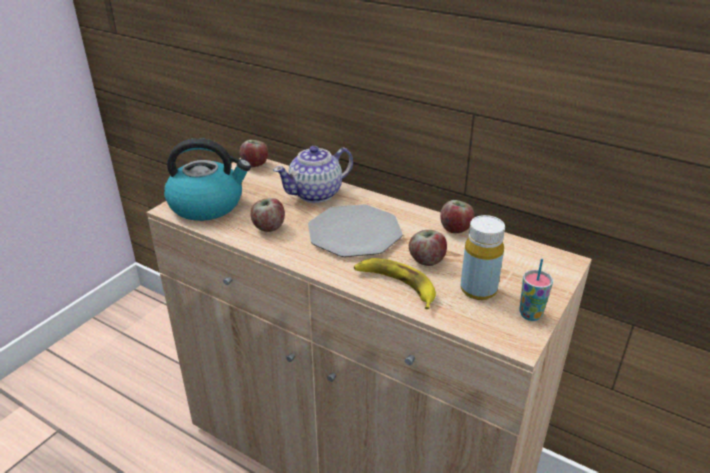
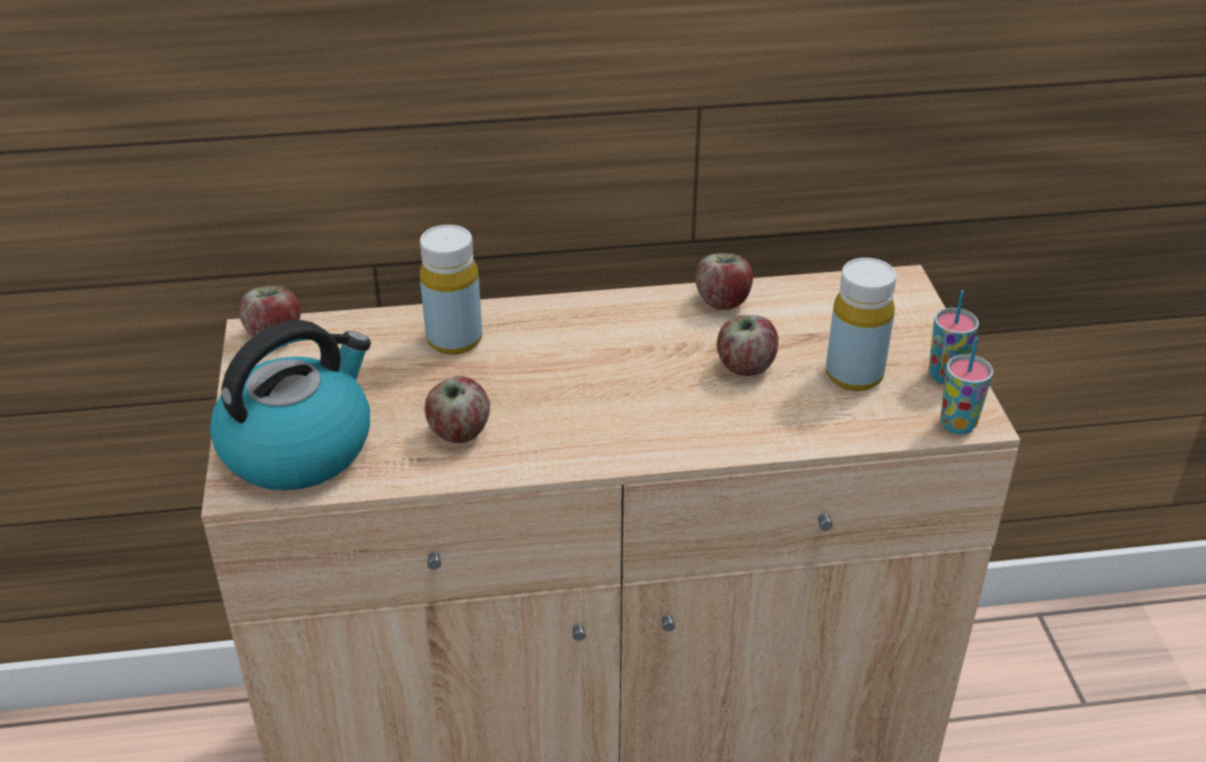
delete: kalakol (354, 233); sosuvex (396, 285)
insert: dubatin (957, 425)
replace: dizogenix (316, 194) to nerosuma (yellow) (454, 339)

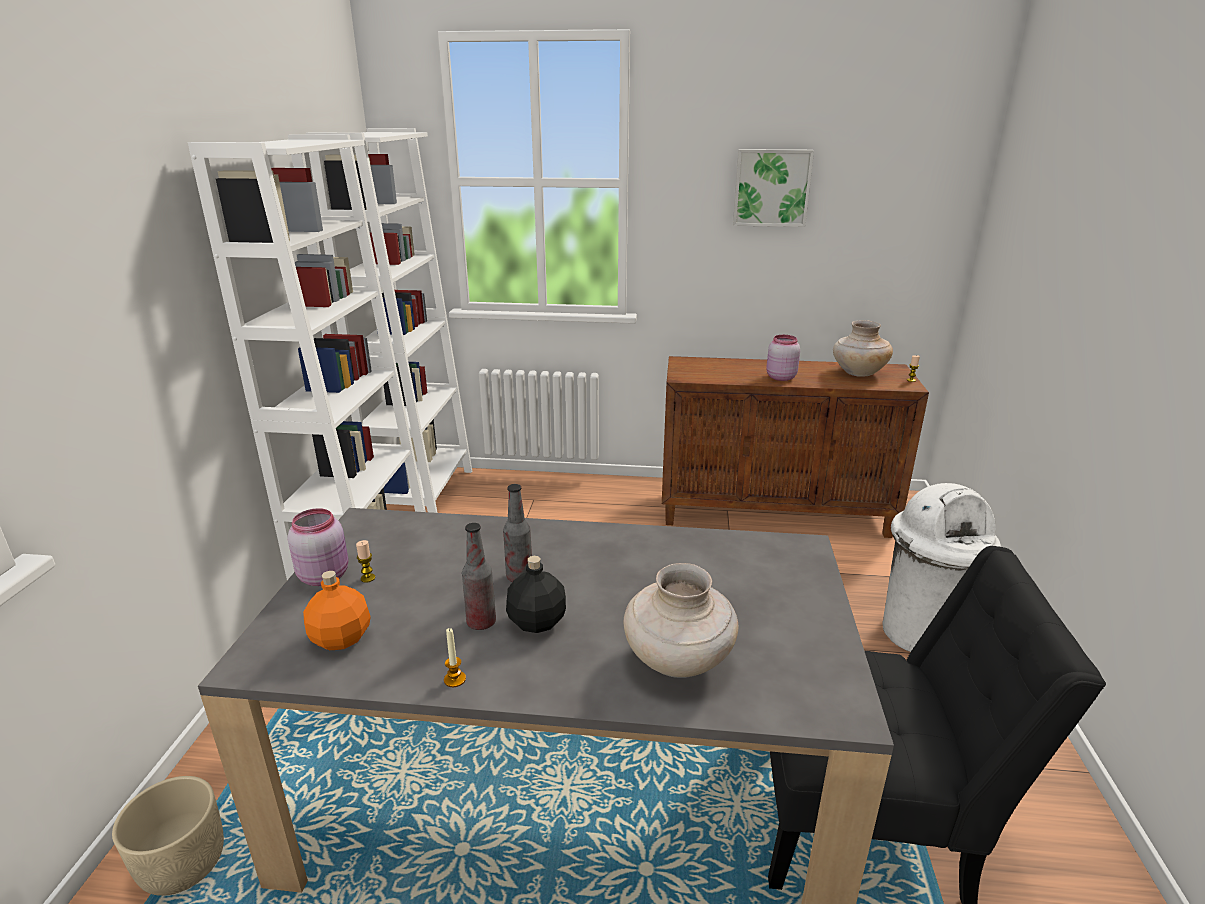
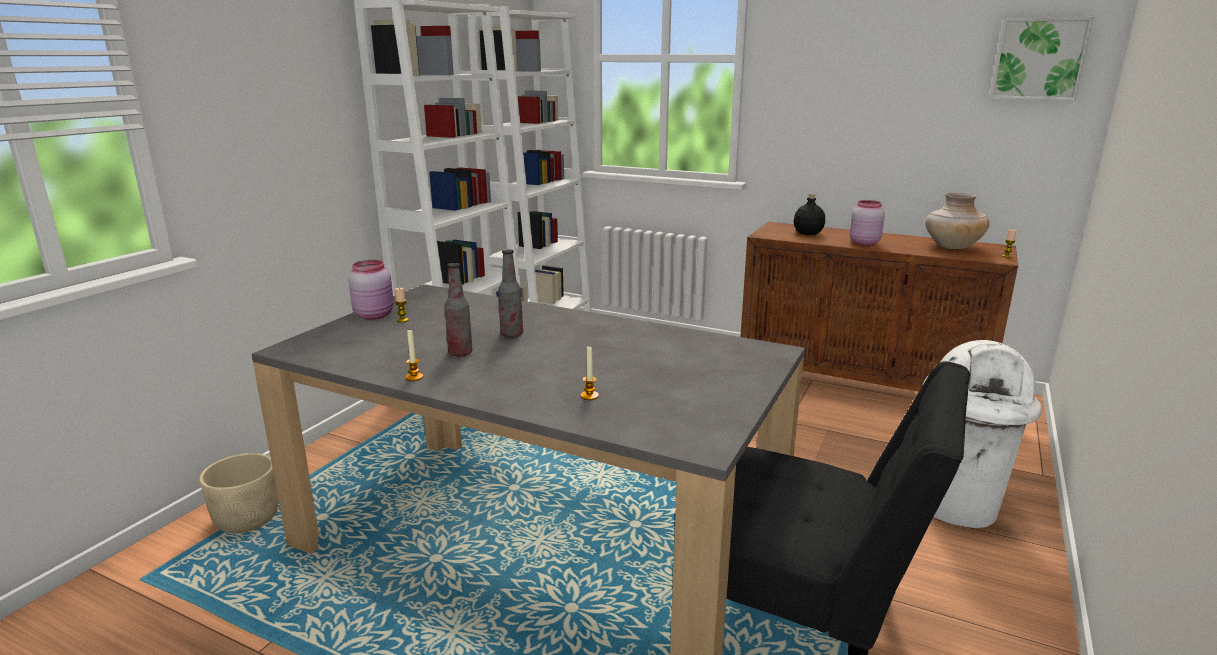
delete: nerosuma (orange) (341, 638)
move: nerosuma (black) (538, 622) to (808, 233); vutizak (771, 188) to (1039, 59)
replace: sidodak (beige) (678, 662) to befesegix (589, 396)

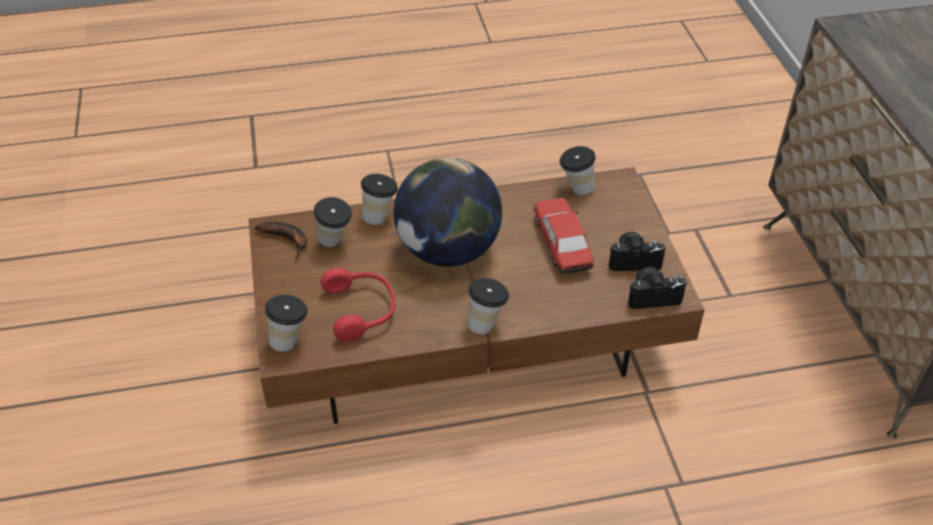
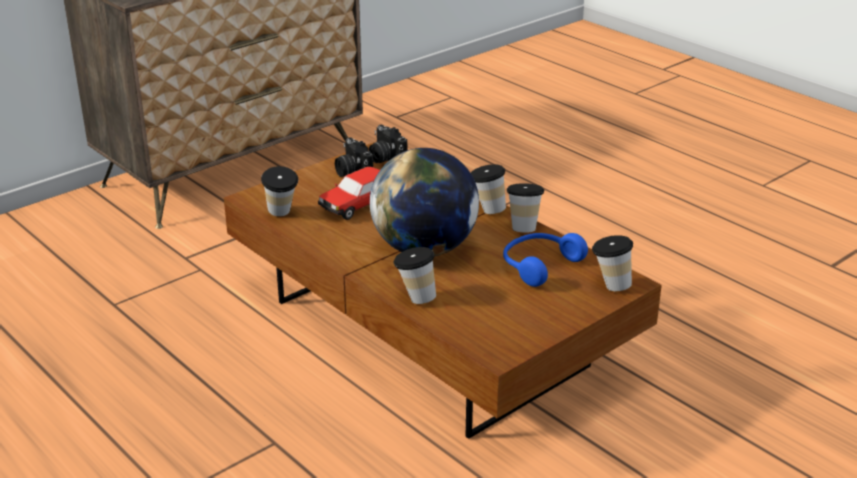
delete: sosuvex (288, 240)
move: dubatin (335, 242) to (523, 227)
recolor: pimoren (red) (362, 310) to pimoren (blue) (538, 265)

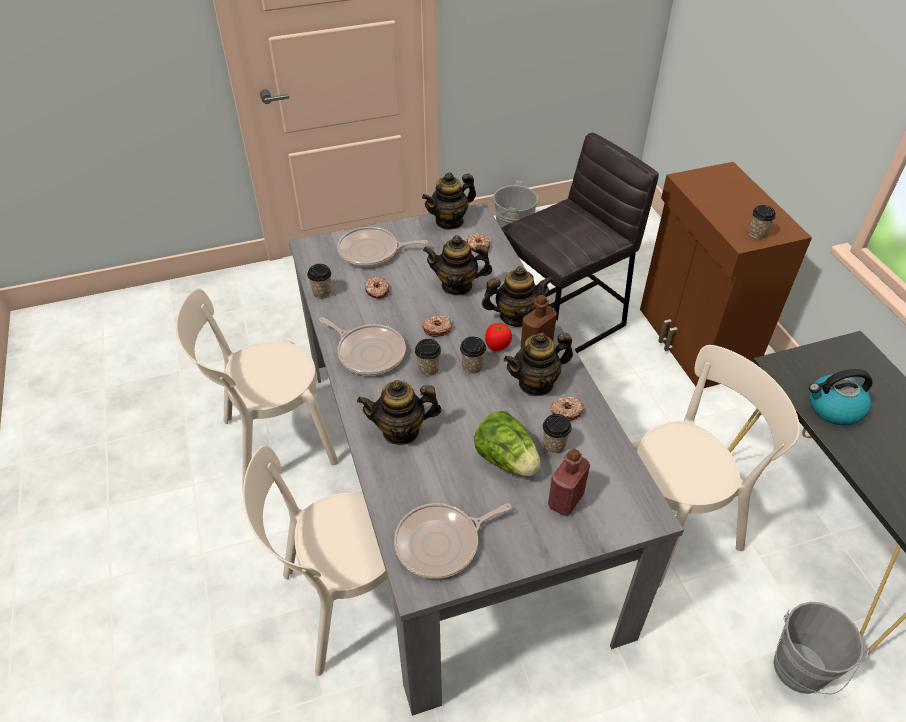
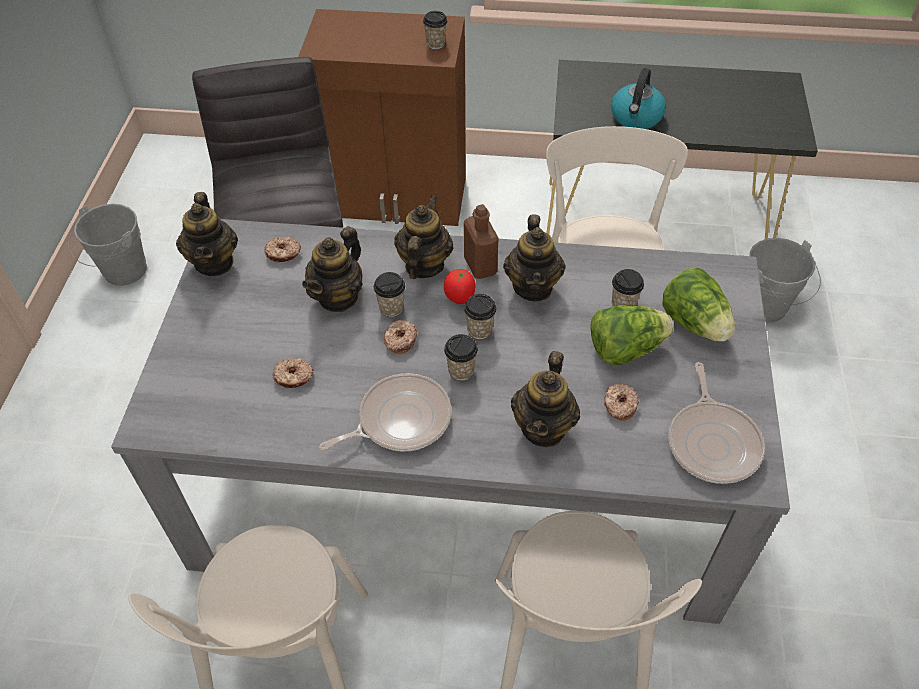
delete: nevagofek (372, 252)
move: dubatin (322, 293) to (391, 308); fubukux (566, 411) to (619, 405)
replace: nerosuma (red) (565, 500) to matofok (694, 323)

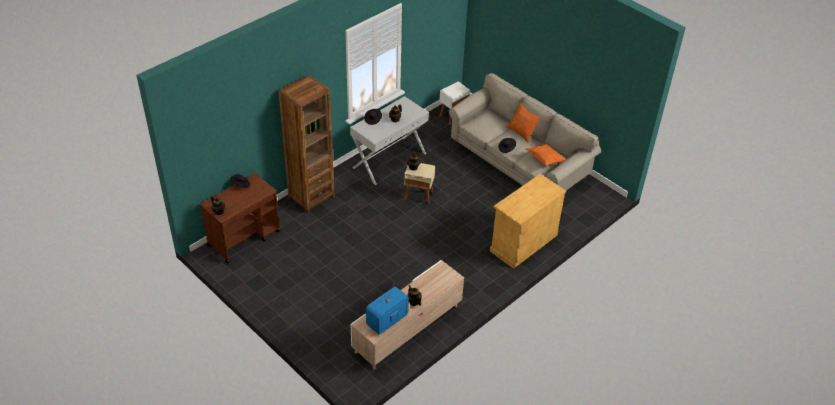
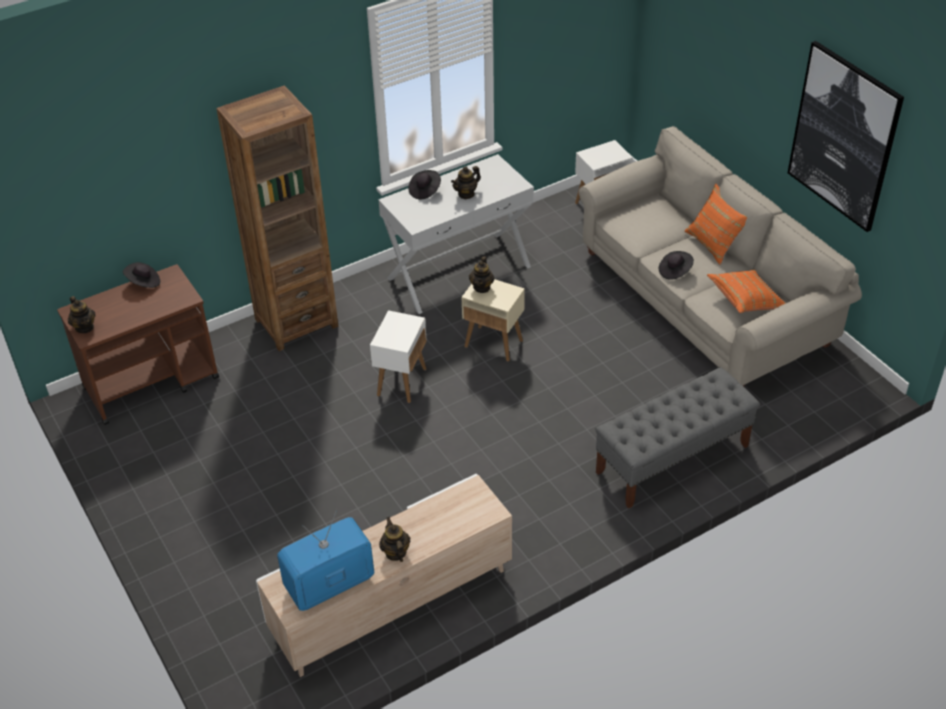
insert: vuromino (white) (402, 381); vutizak (843, 136)
replace: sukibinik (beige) (523, 243) to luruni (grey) (672, 459)

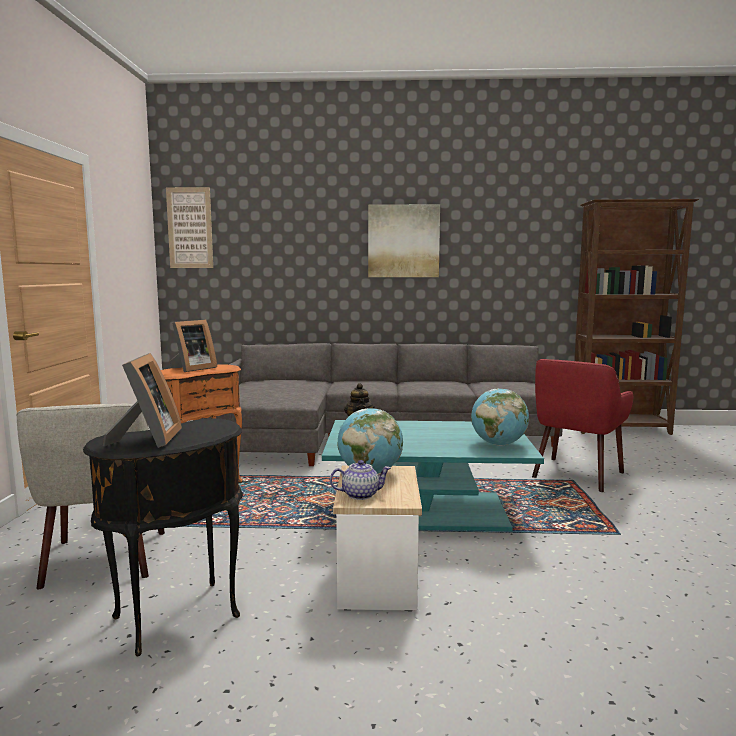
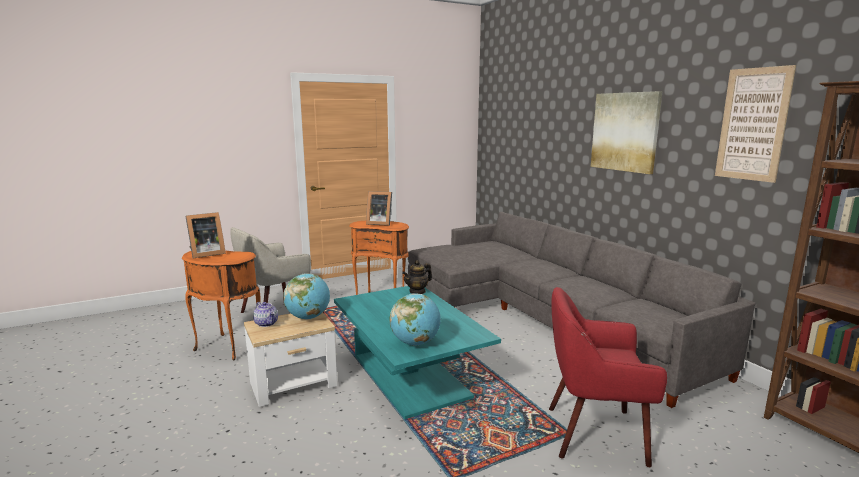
move: vutizak (190, 228) to (752, 124)
recolor: vuromino (black) (179, 619) to vuromino (orange) (227, 348)

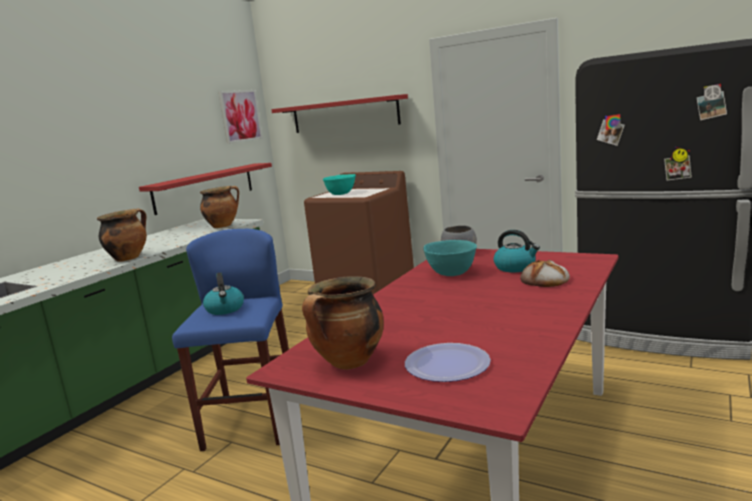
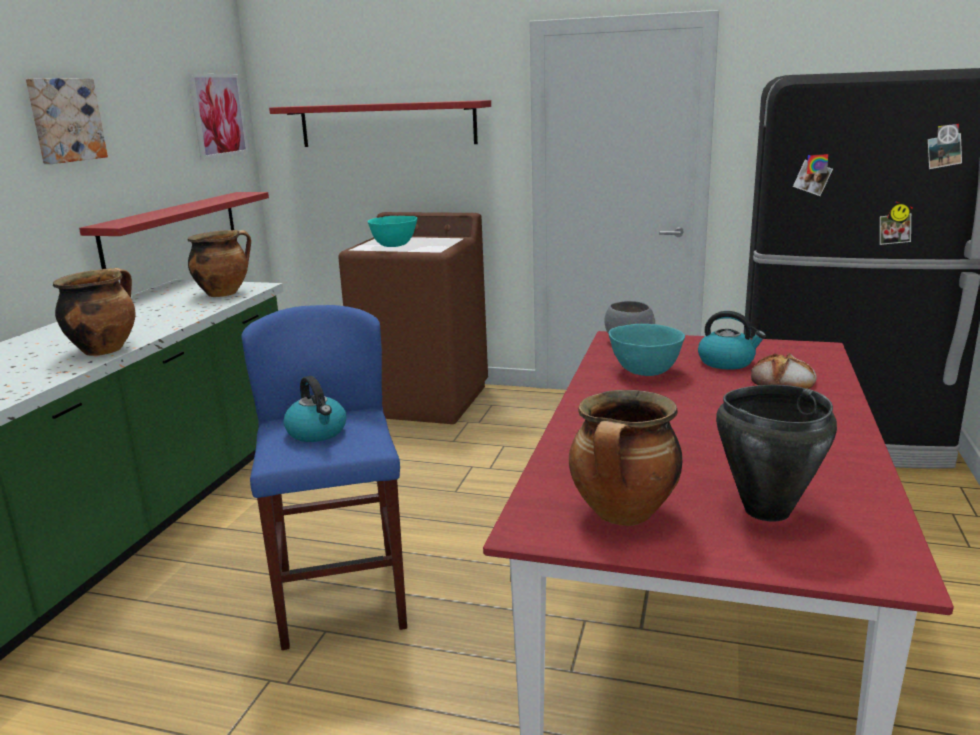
insert: vutizak (65, 120)
replace: kalakol (447, 364) to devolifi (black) (765, 510)

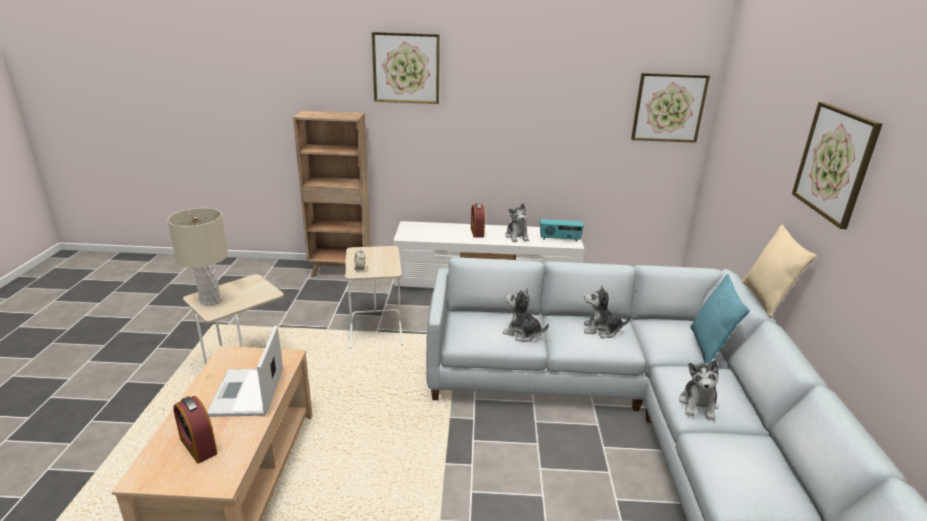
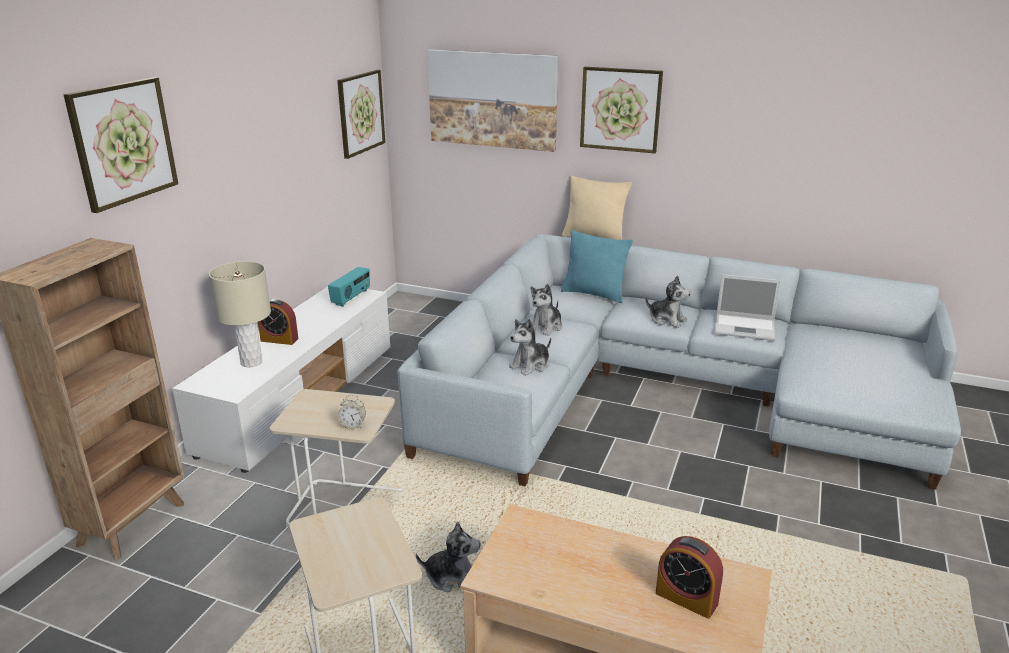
insert: vutizak (493, 99)
move: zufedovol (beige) (210, 301) to (251, 362); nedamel (517, 236) to (451, 577); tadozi (247, 393) to (746, 327)
rotate: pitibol (198, 446) = (686, 598) 60 degrees clockwise

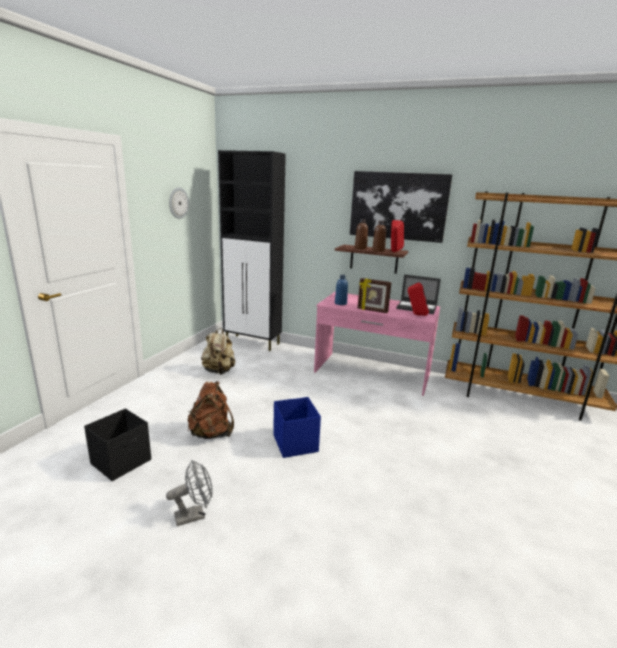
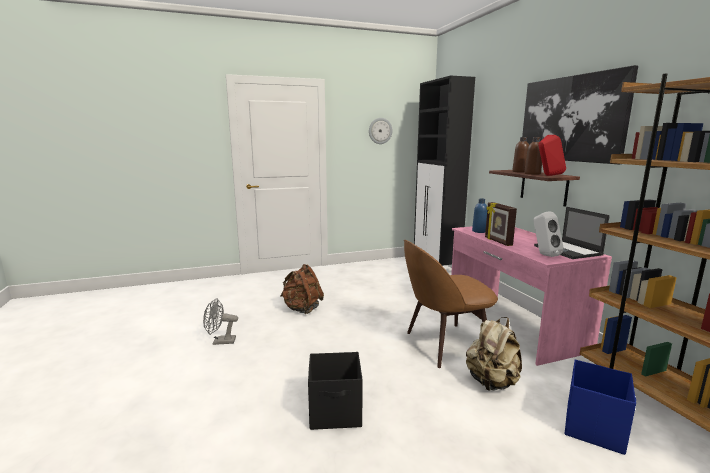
insert: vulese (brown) (444, 345)
move: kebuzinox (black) (122, 461) to (336, 412); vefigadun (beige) (219, 371) to (492, 382); kebuzinox (blue) (295, 443) to (594, 427)
recolor: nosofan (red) (416, 315) to nosofan (white) (544, 254)
rotate: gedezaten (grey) (194, 515) = (220, 342) 150 degrees clockwise

